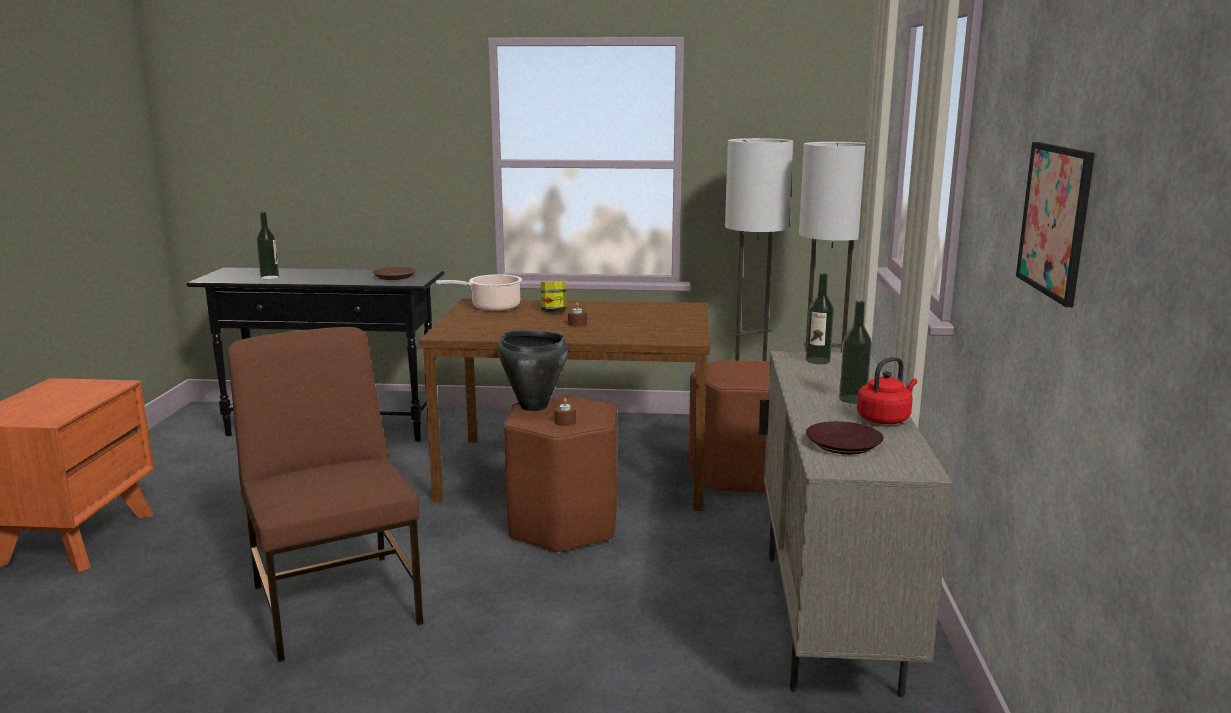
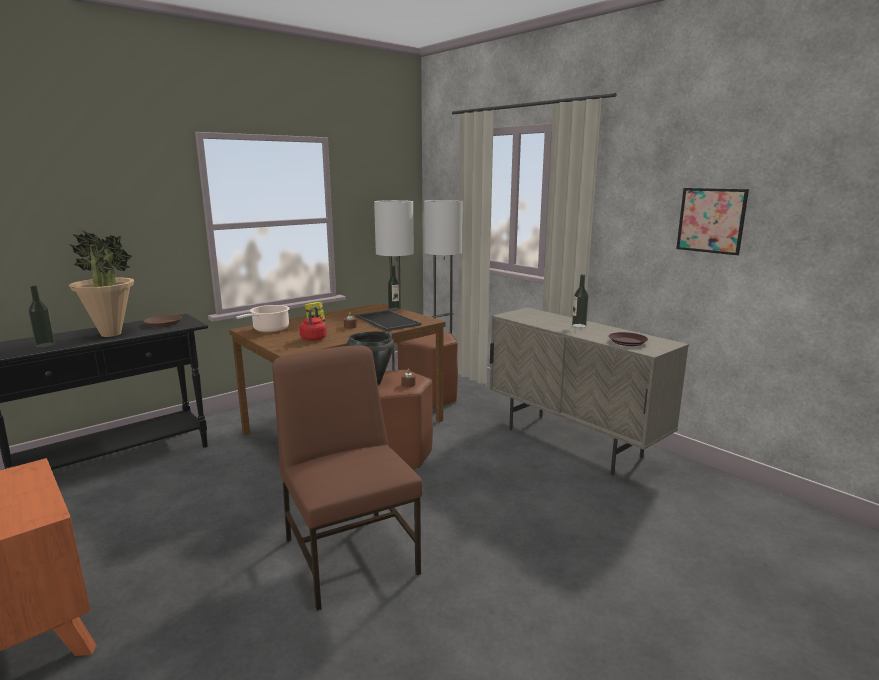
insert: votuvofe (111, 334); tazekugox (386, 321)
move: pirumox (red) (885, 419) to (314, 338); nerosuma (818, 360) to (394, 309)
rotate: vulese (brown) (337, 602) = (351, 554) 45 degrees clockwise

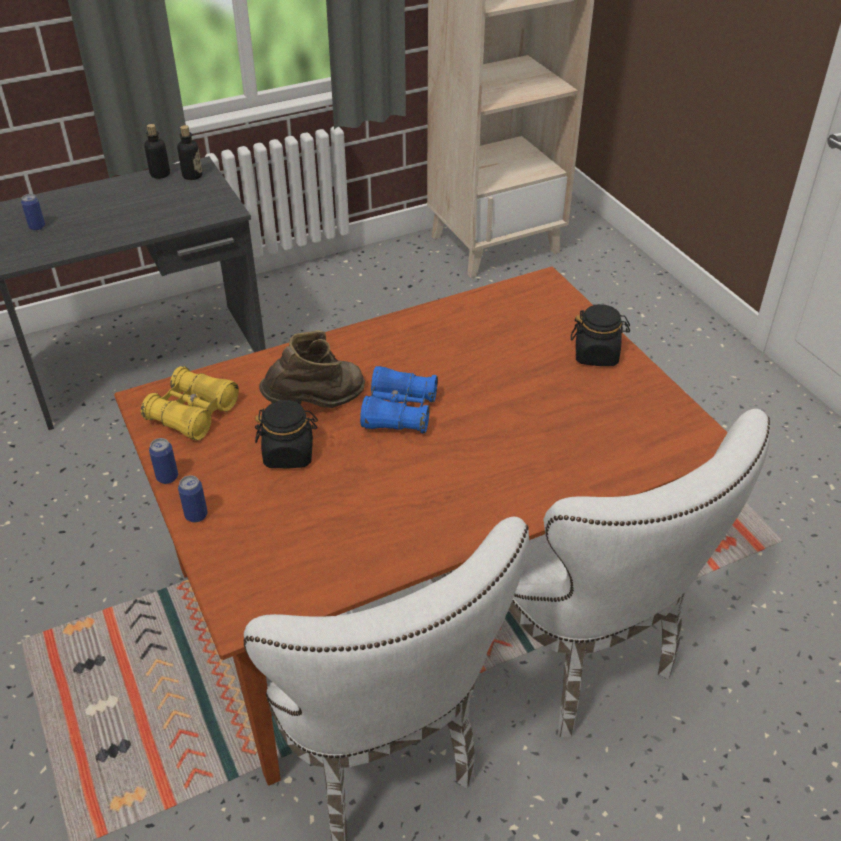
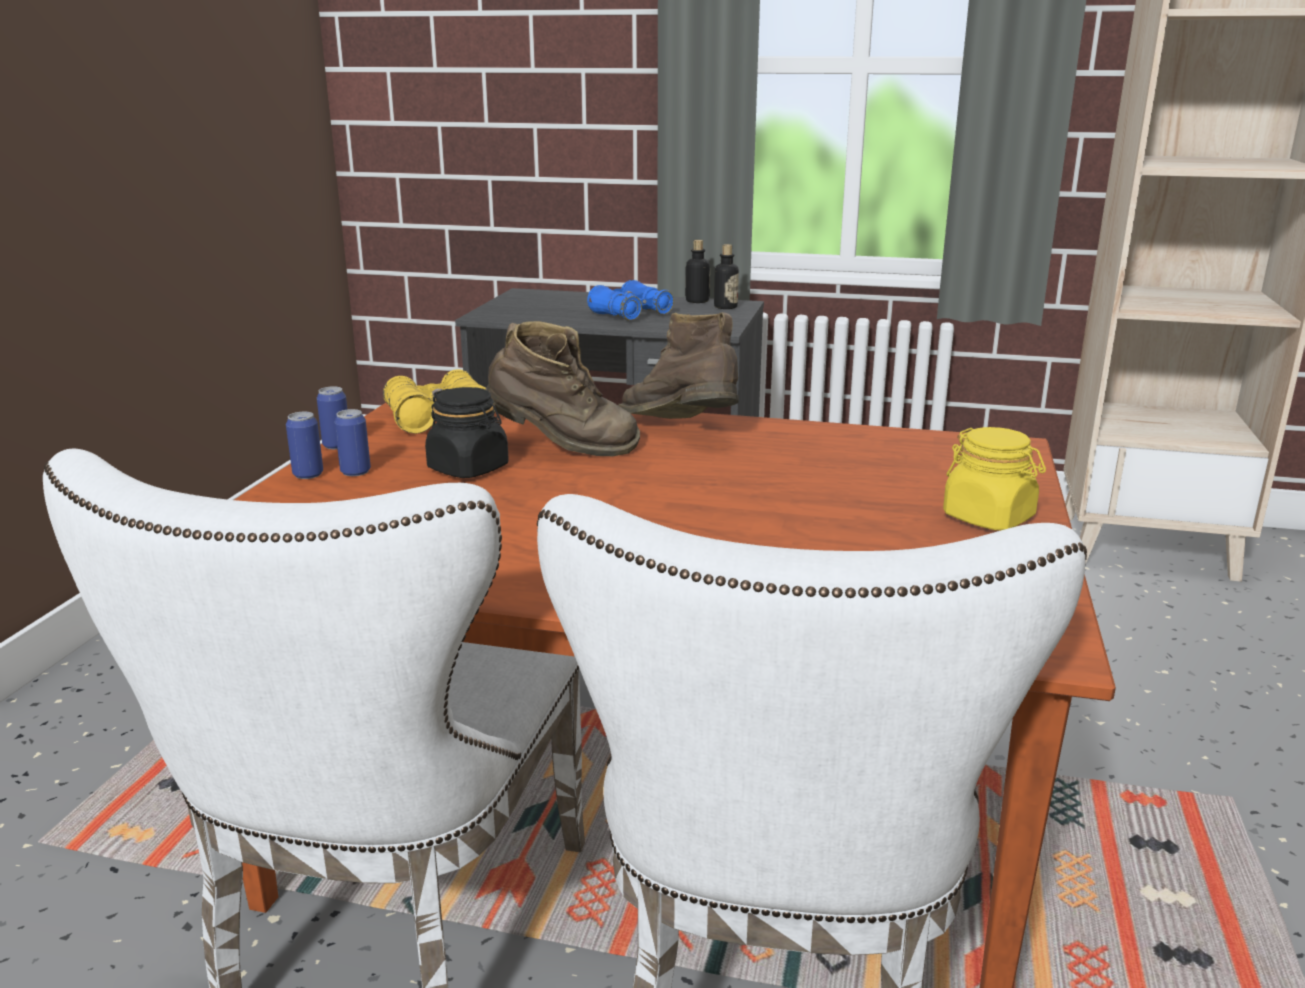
insert: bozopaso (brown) (680, 431)
move: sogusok (37, 227) to (355, 472); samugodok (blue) (399, 412) to (630, 314)
recolor: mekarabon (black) (596, 355) to mekarabon (yellow) (989, 518)

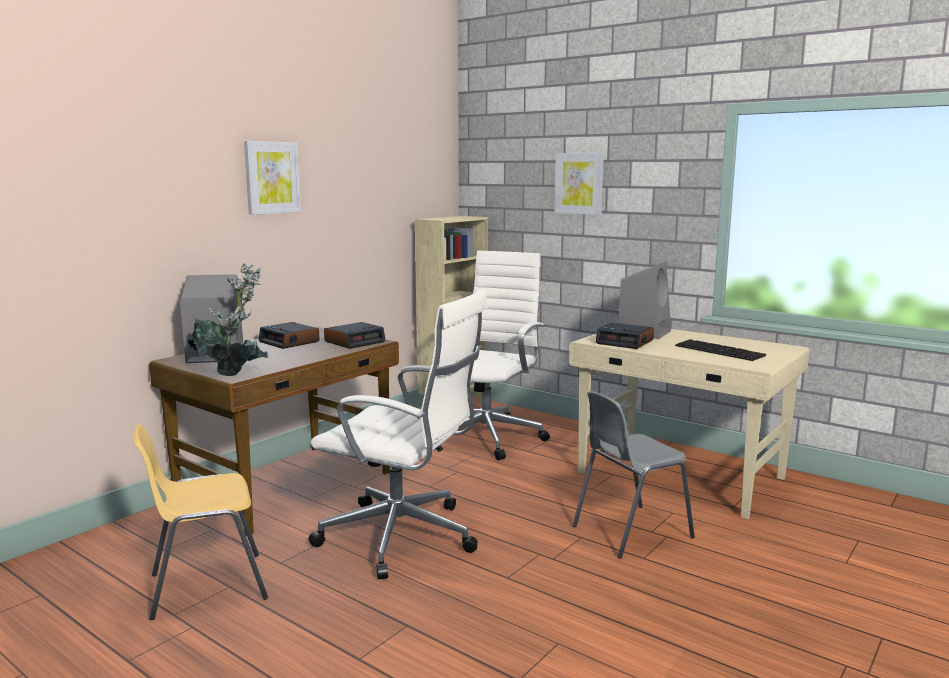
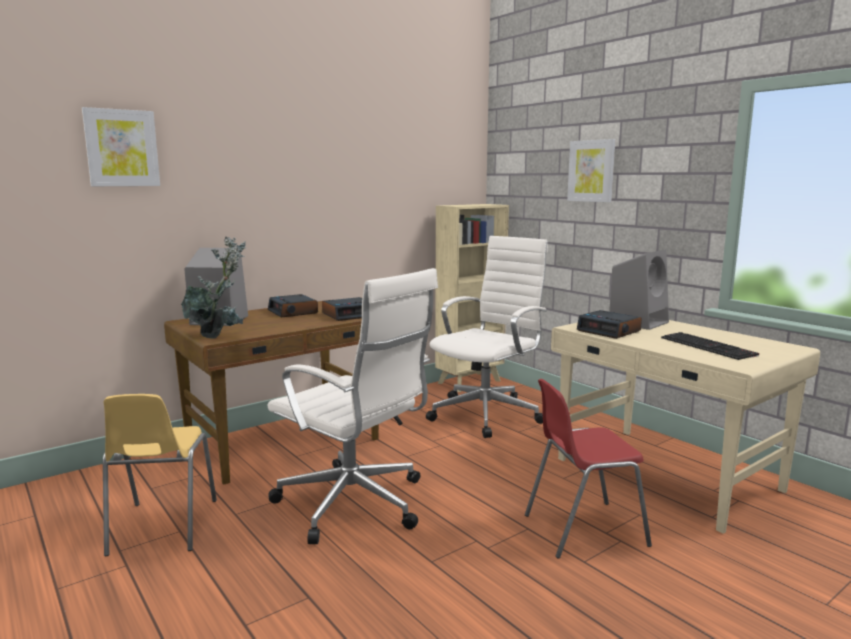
move: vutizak (272, 177) to (121, 148)
recolor: vulese (grey) (630, 531) to vulese (red) (583, 529)
rotate: vulese (yellow) (206, 586) = (162, 527) 90 degrees counterclockwise

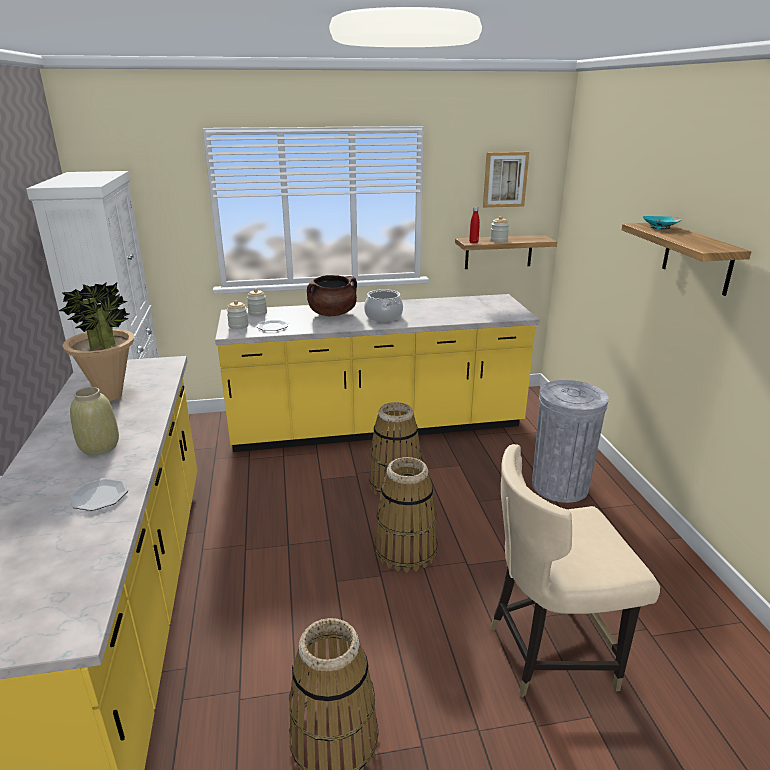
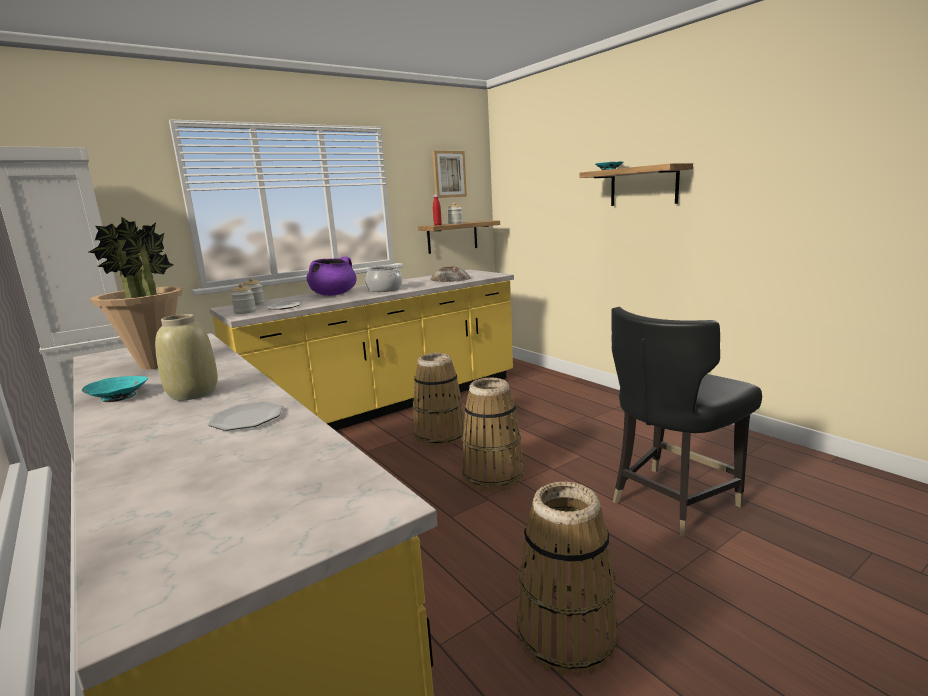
delete: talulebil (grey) (559, 485)
insert: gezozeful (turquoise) (118, 397); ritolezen (450, 279)
recolor: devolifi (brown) (332, 314) to devolifi (purple) (334, 294); vulese (beige) (550, 651) to vulese (black) (672, 501)

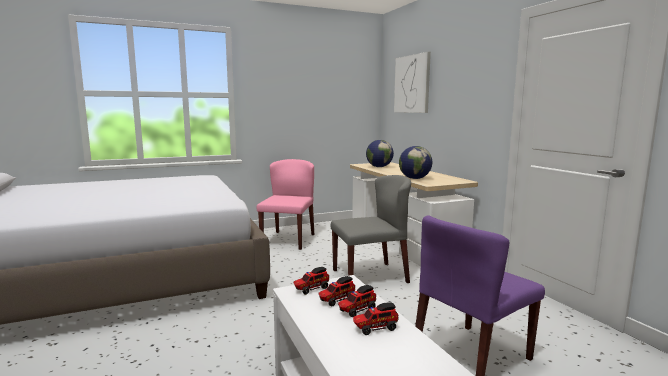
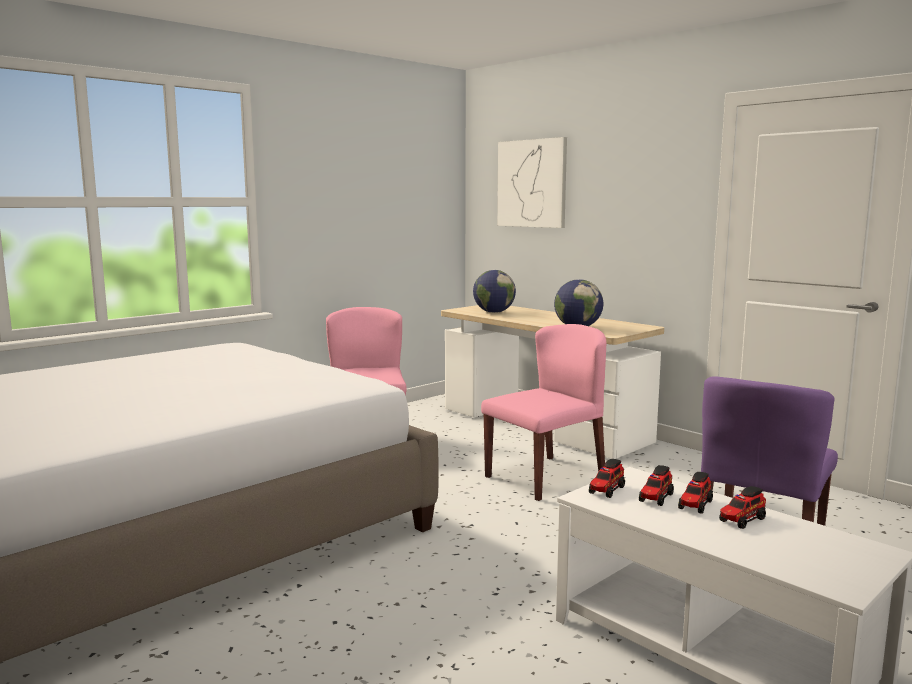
recolor: vulese (grey) (370, 276) to vulese (pink) (545, 477)

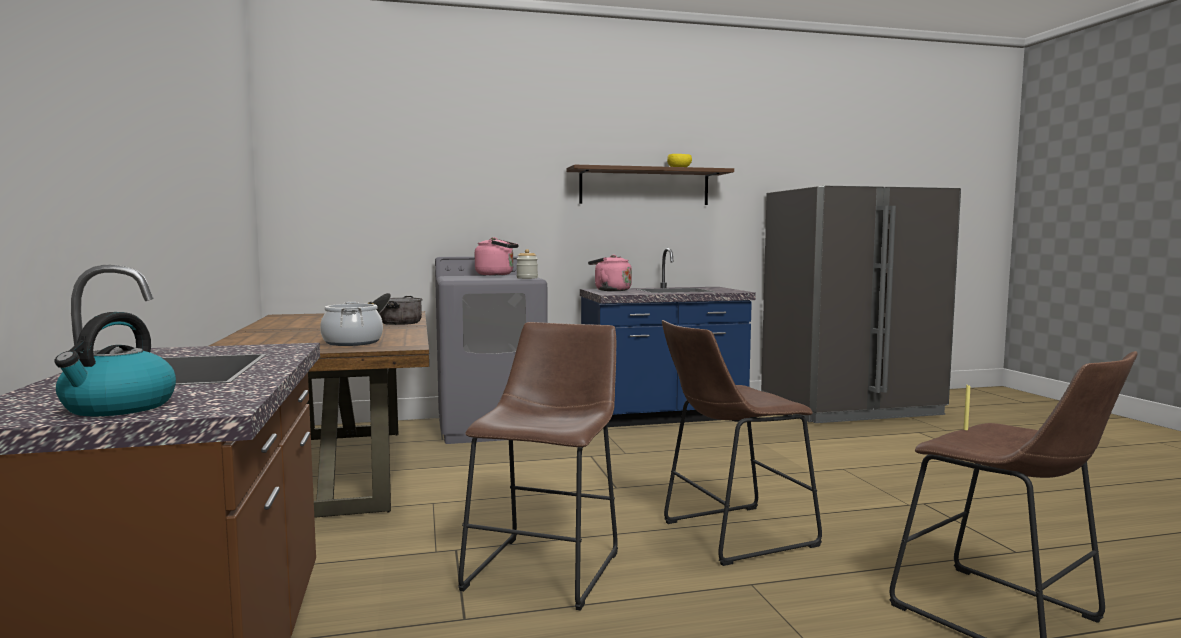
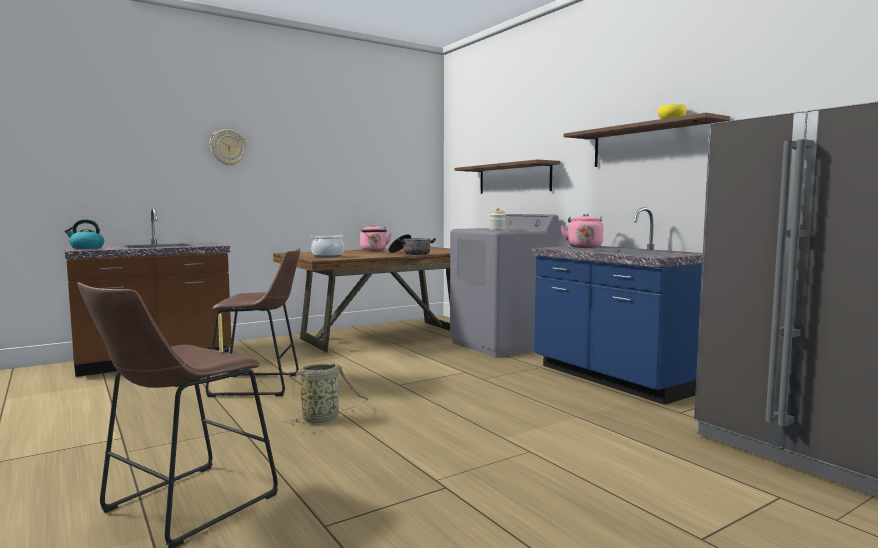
insert: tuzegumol (228, 147); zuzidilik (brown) (514, 178)
move: pirumox (pink) (497, 274) to (373, 250)
replace: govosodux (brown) (731, 535) to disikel (323, 419)

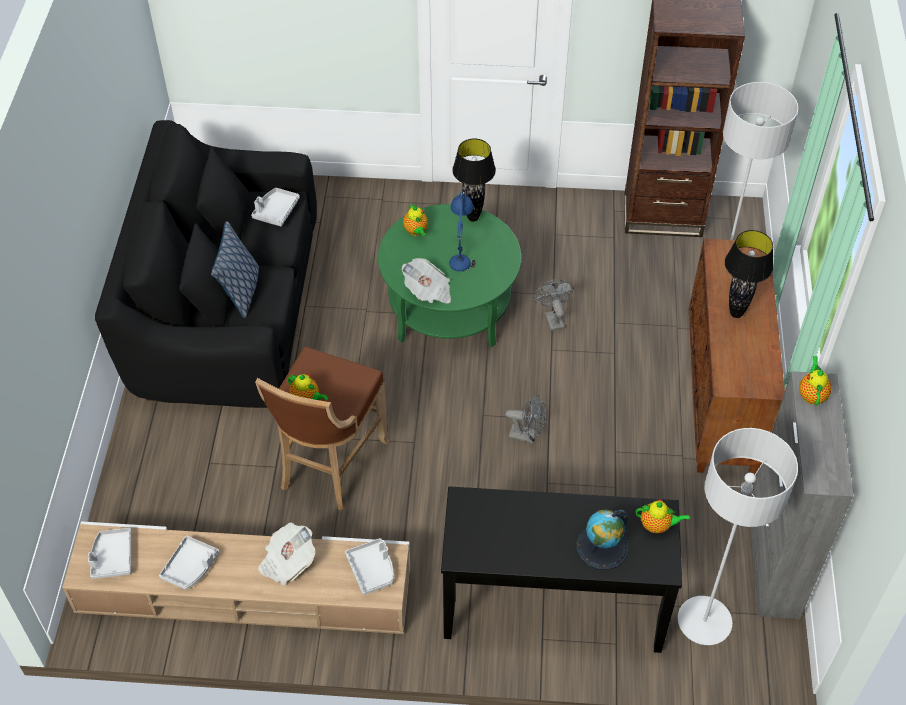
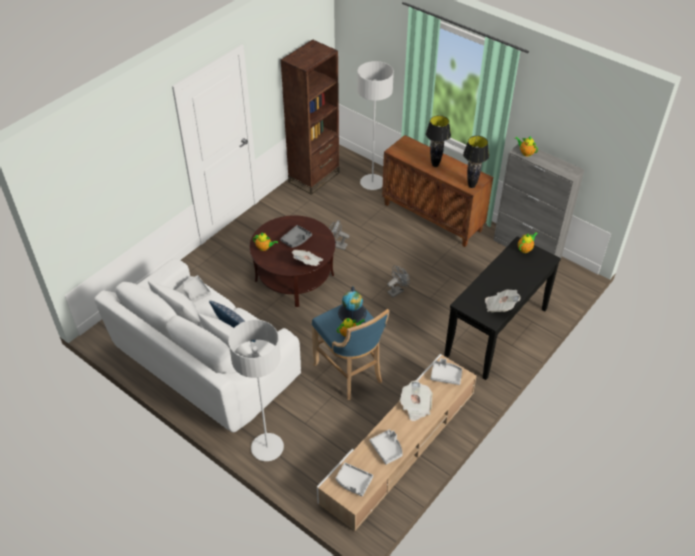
insert: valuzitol (500, 306)
move: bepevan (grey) (704, 621) to (267, 448); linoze (602, 547) to (352, 313); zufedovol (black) (472, 218) to (471, 186)
replace: zufedovol (blue) (461, 254) to tazekugox (grey) (296, 240)
recolor: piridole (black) (227, 309) to piridole (white) (206, 366); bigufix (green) (449, 307) to bigufix (brown) (294, 277); govosodux (brown) (329, 466) to govosodux (blue) (351, 373)

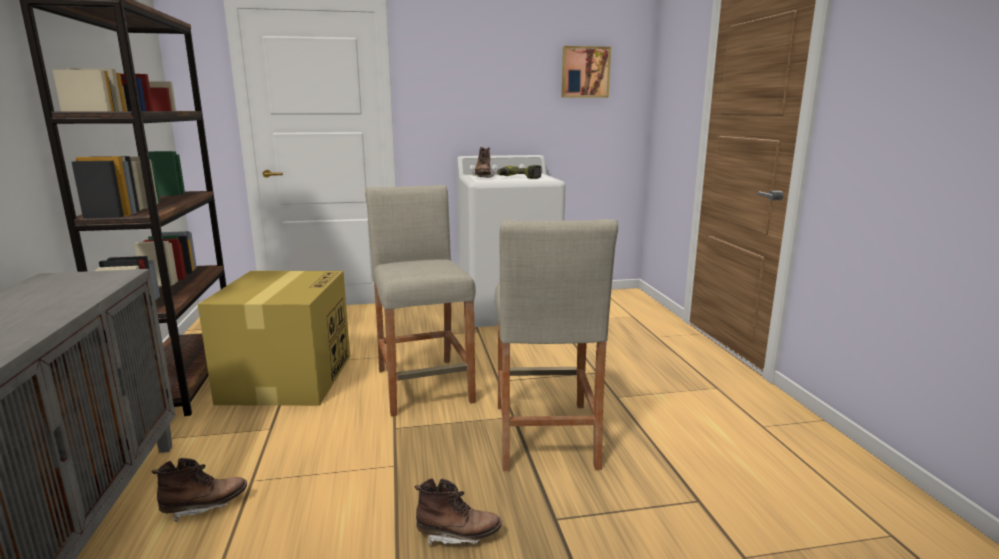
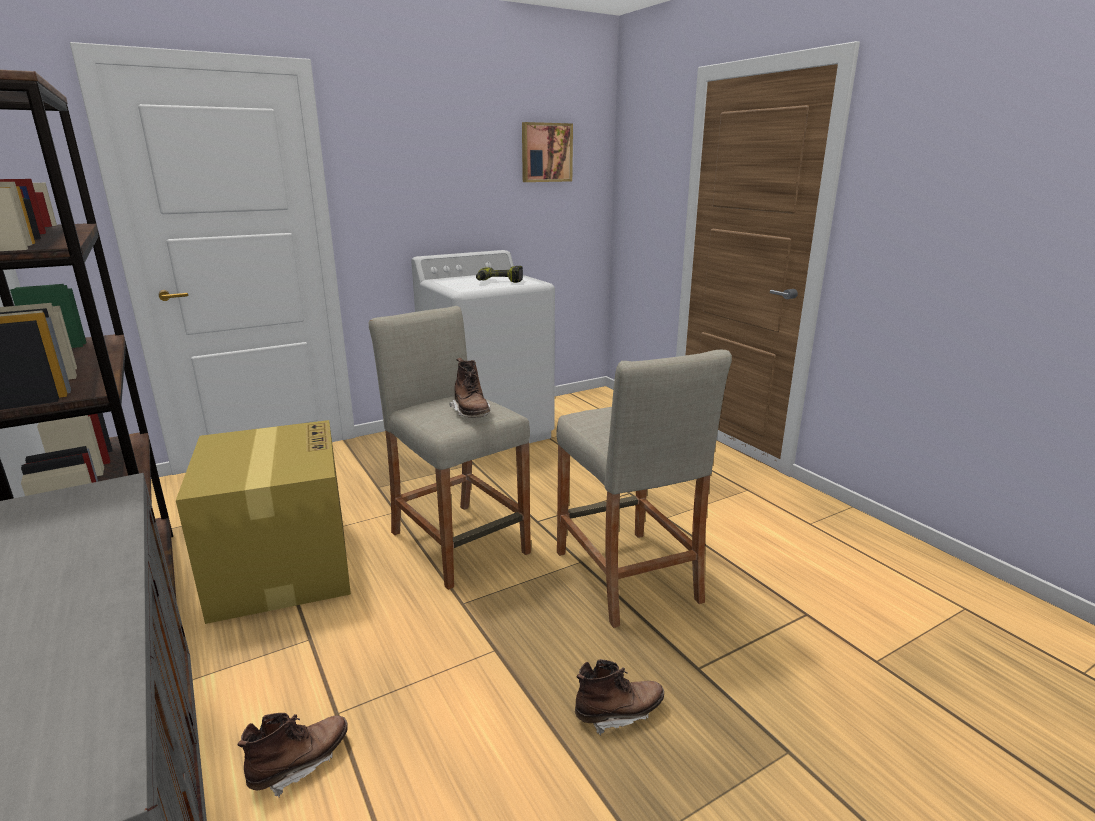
move: bozopaso (brown) (483, 177) to (471, 413)

